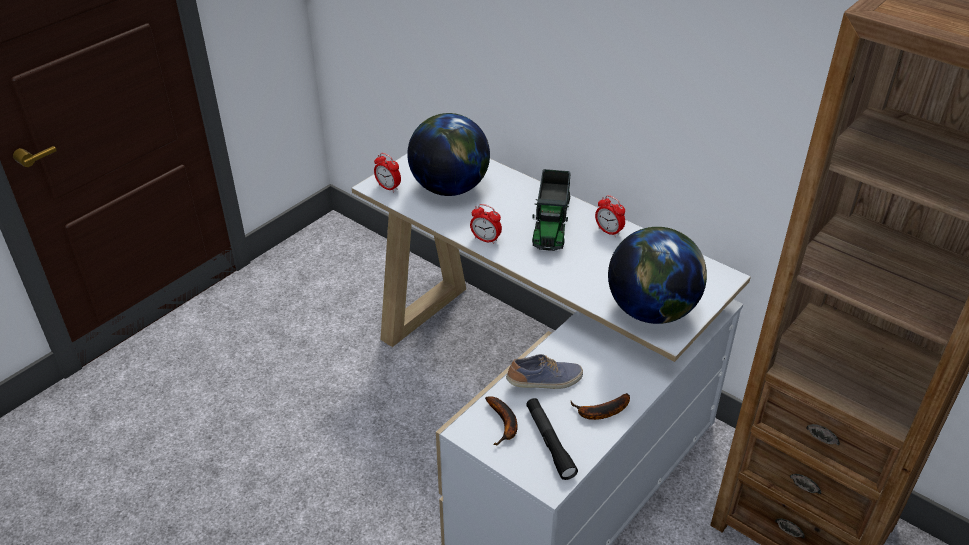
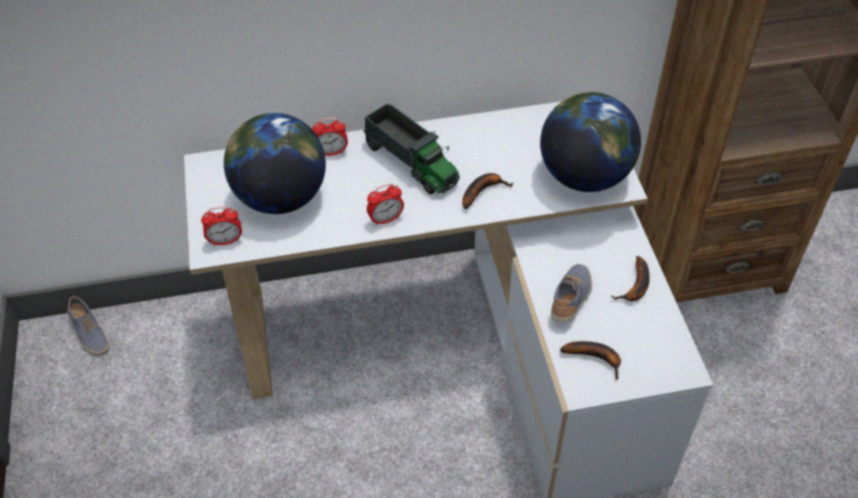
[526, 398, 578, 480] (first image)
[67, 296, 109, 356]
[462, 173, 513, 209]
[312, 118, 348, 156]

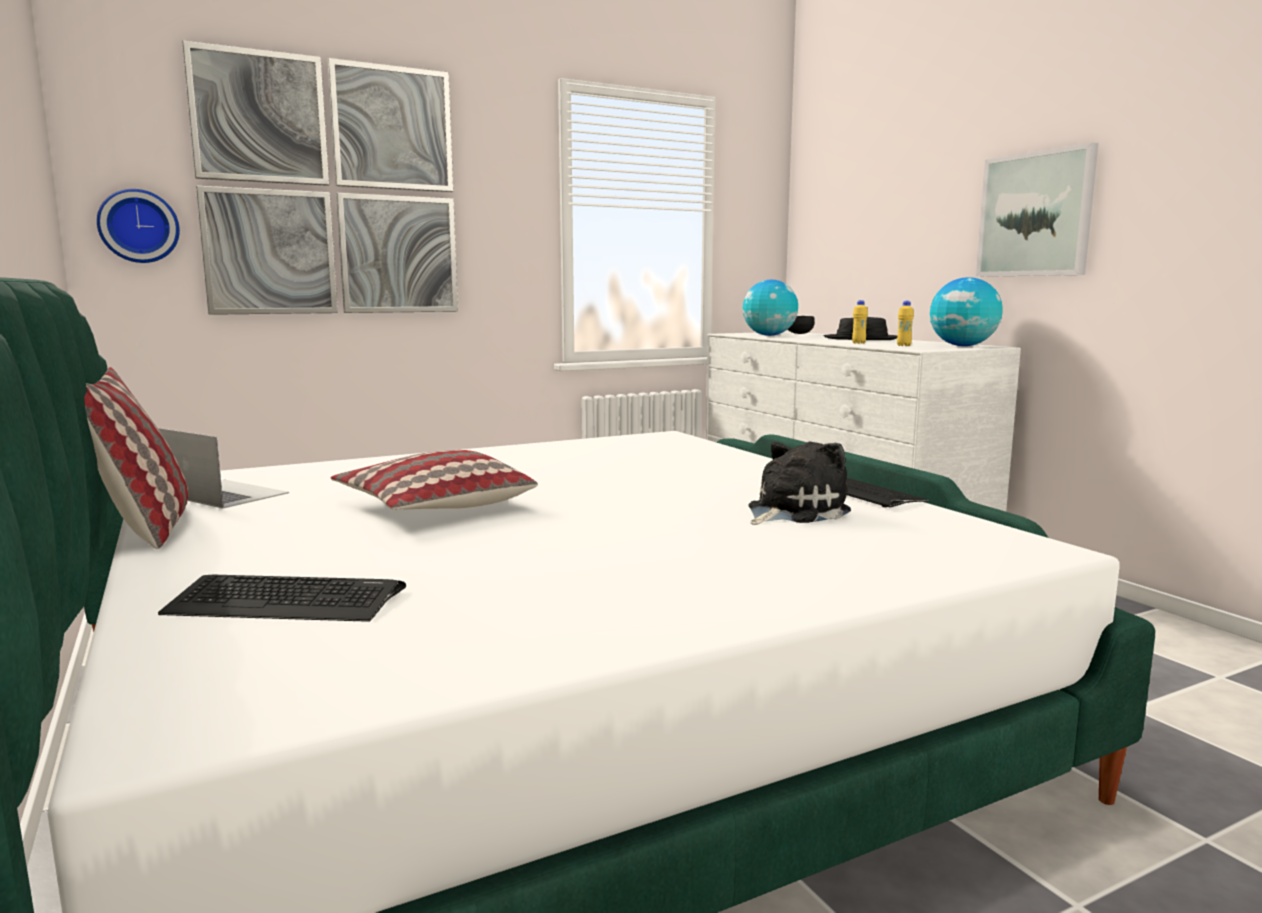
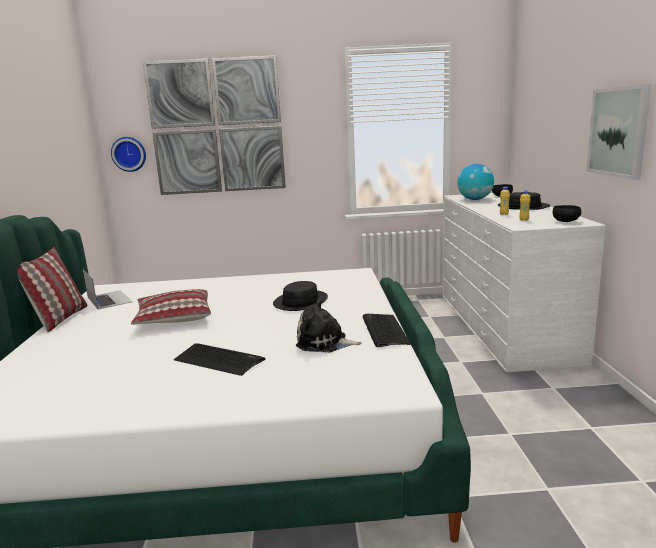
[273, 281, 328, 311]
[174, 343, 265, 376]
[552, 205, 581, 222]
[296, 298, 362, 353]

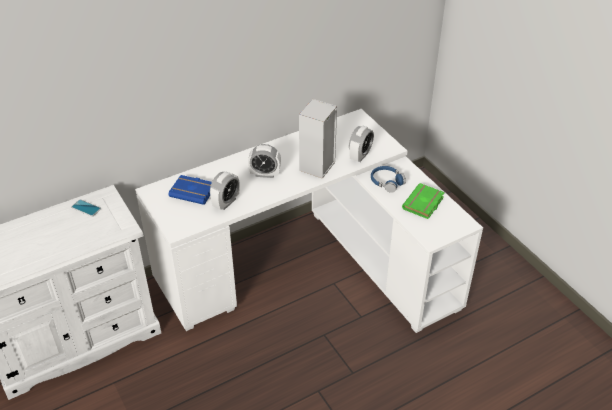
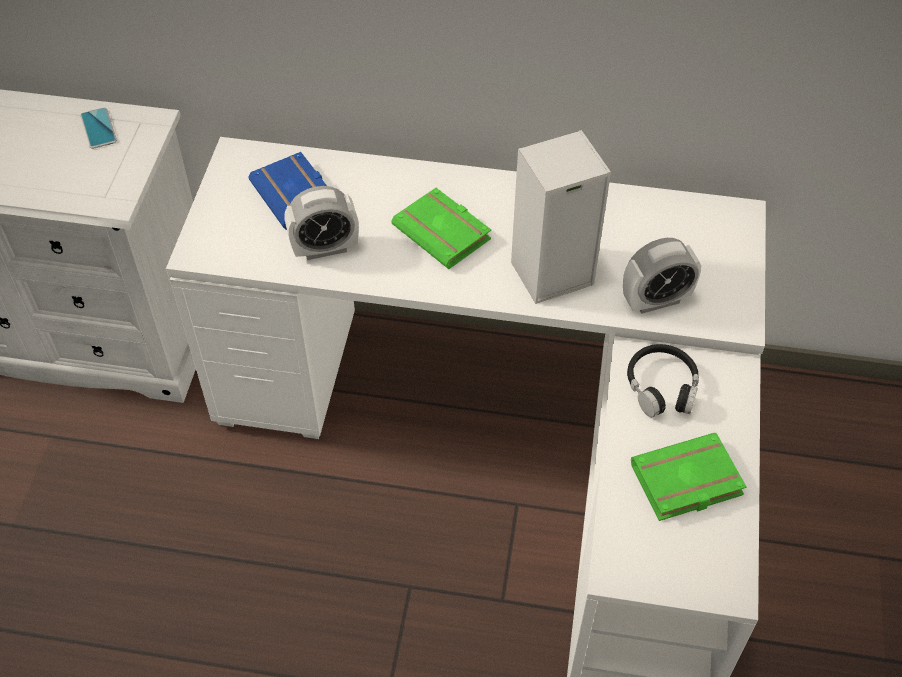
[391, 188, 491, 269]
[627, 344, 699, 418]

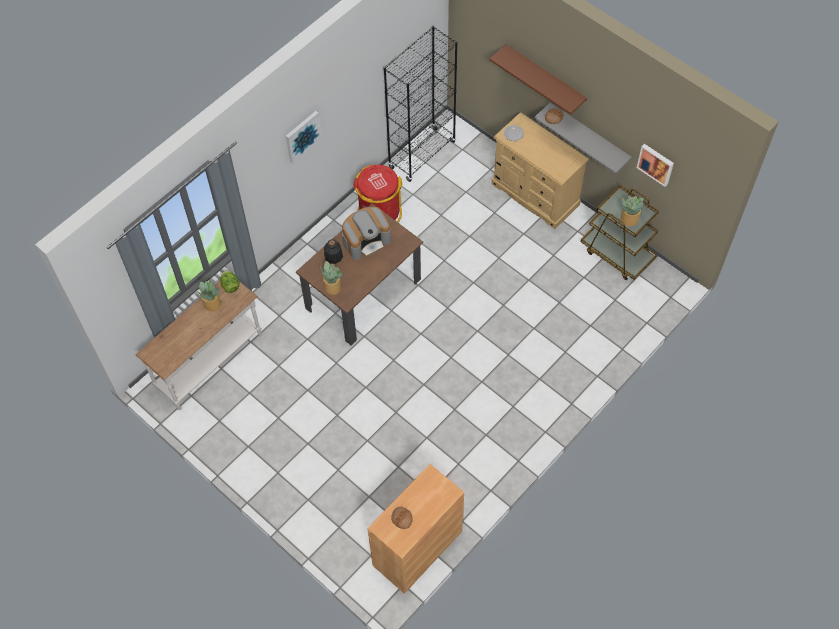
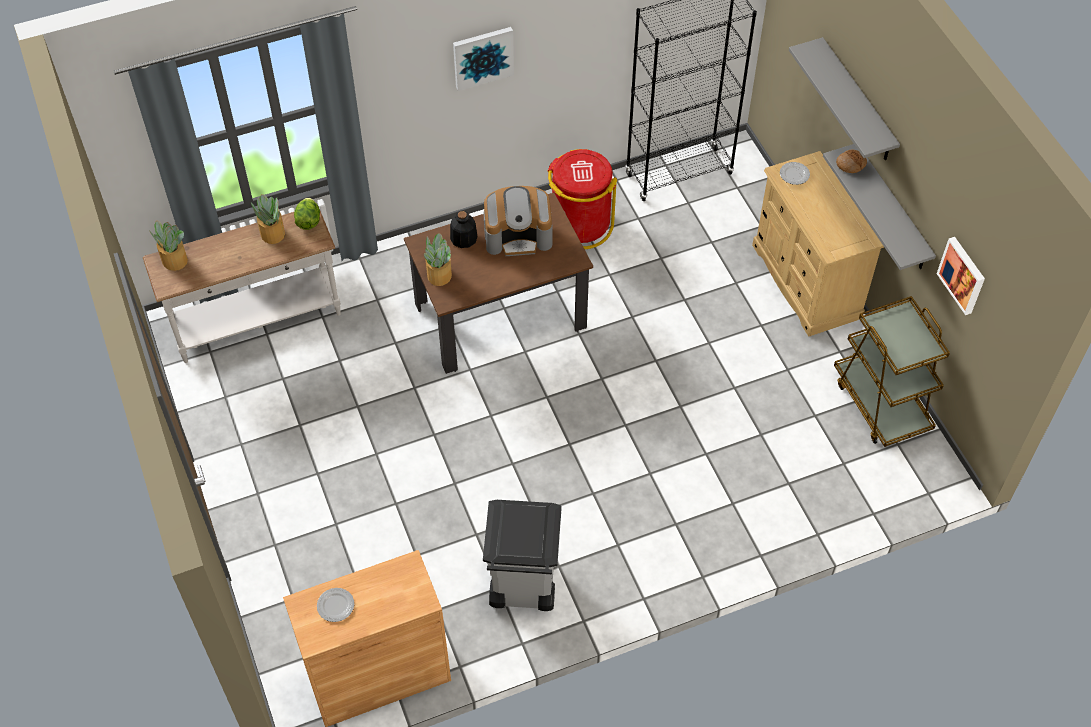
[483, 500, 562, 611]
[149, 221, 188, 271]
[317, 588, 354, 622]
[789, 37, 900, 160]

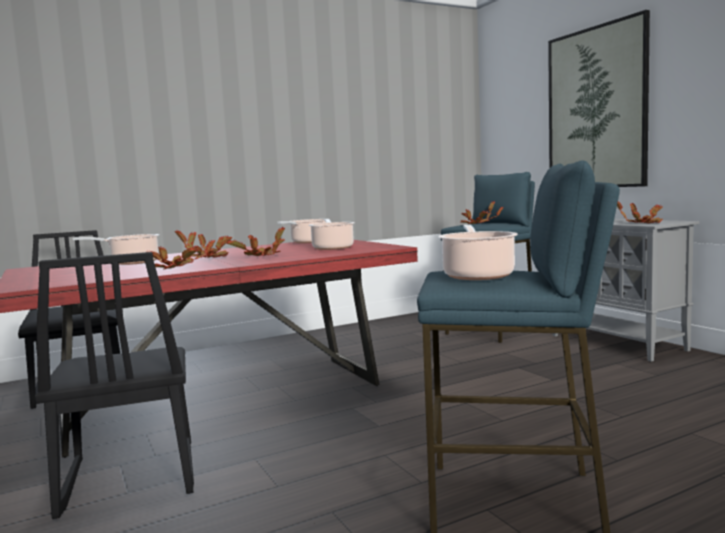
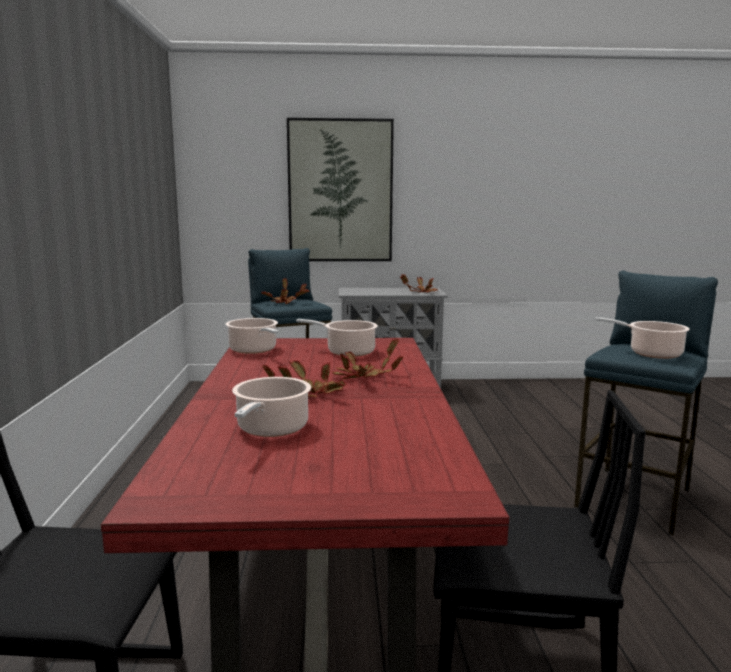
[147, 233, 215, 270] (first image)

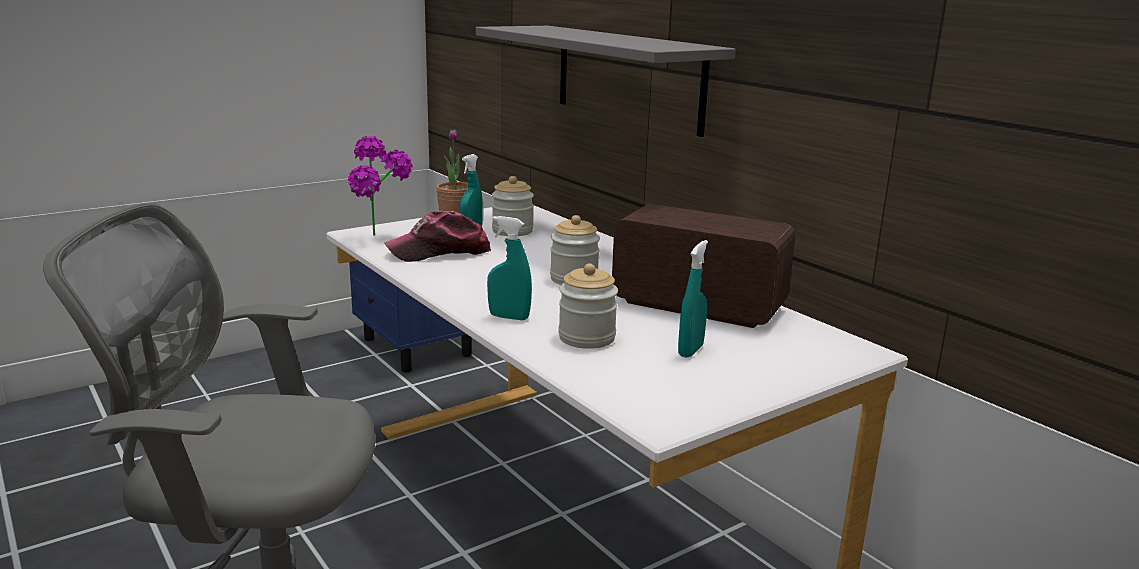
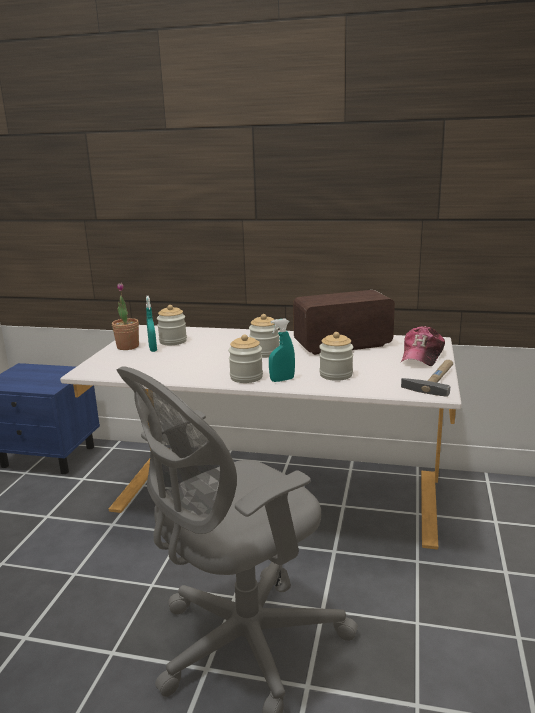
[348, 136, 413, 236] (first image)
[476, 26, 736, 137] (first image)
[678, 240, 708, 358] (first image)
[228, 334, 263, 383]
[401, 360, 453, 397]
[401, 326, 445, 366]

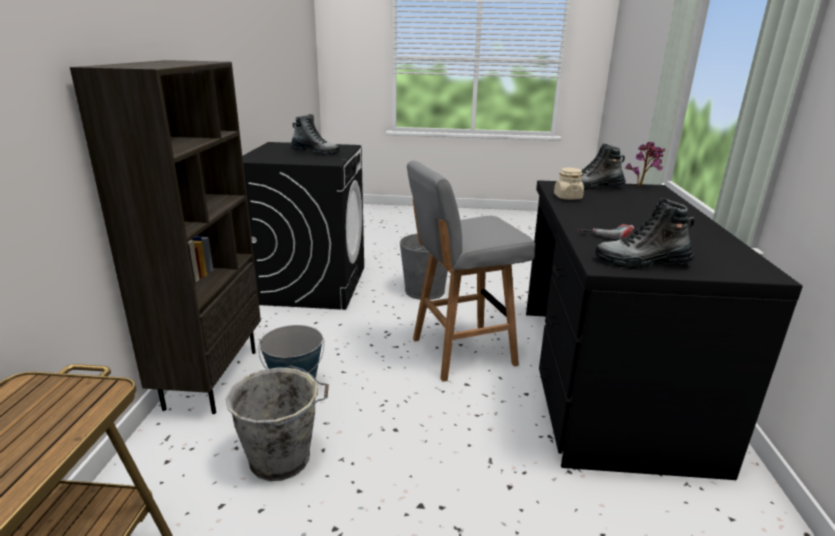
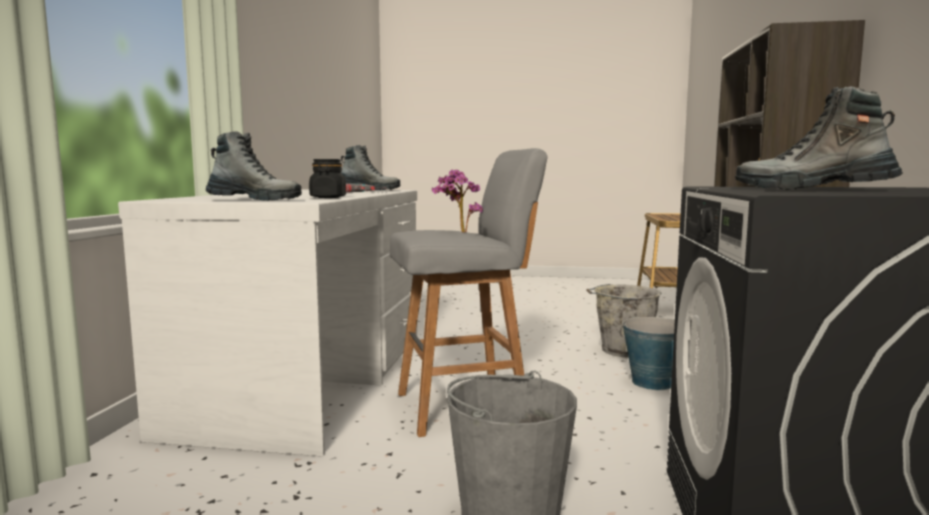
[432, 170, 483, 233]
[118, 189, 417, 457]
[309, 159, 346, 198]

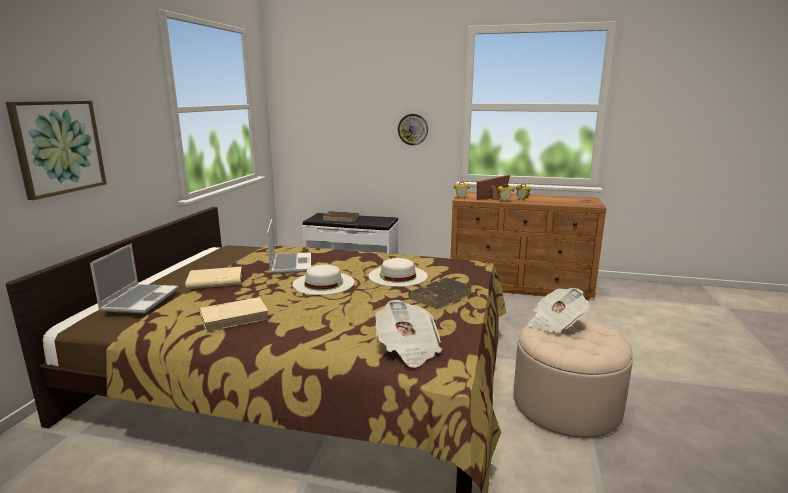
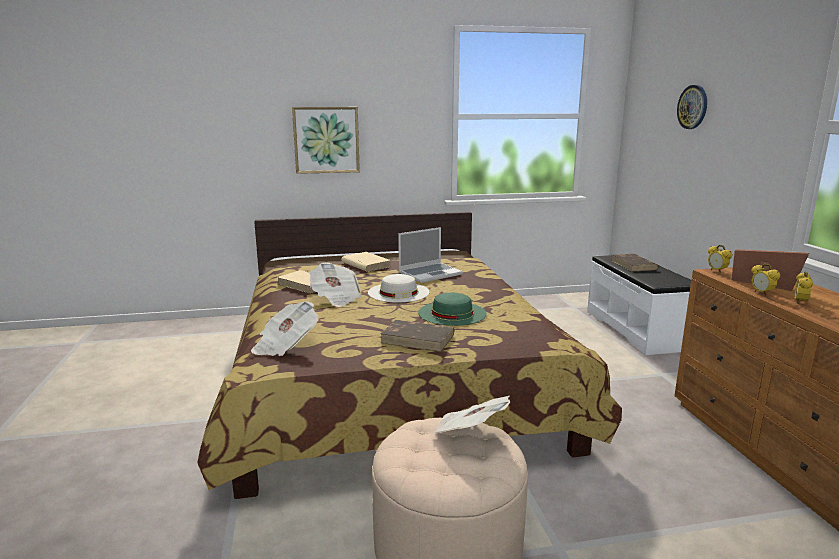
[90, 243, 179, 313] (first image)
[310, 263, 361, 307]
[677, 85, 707, 129]
[418, 293, 487, 326]

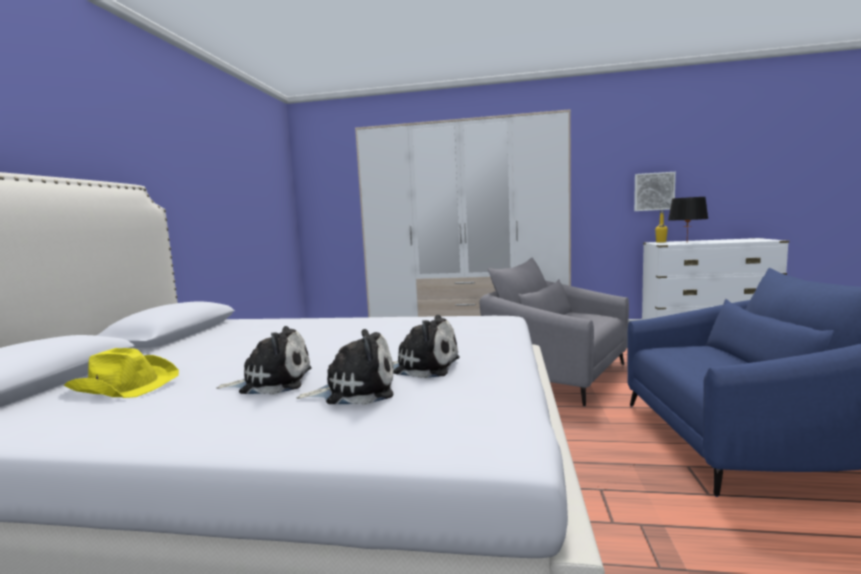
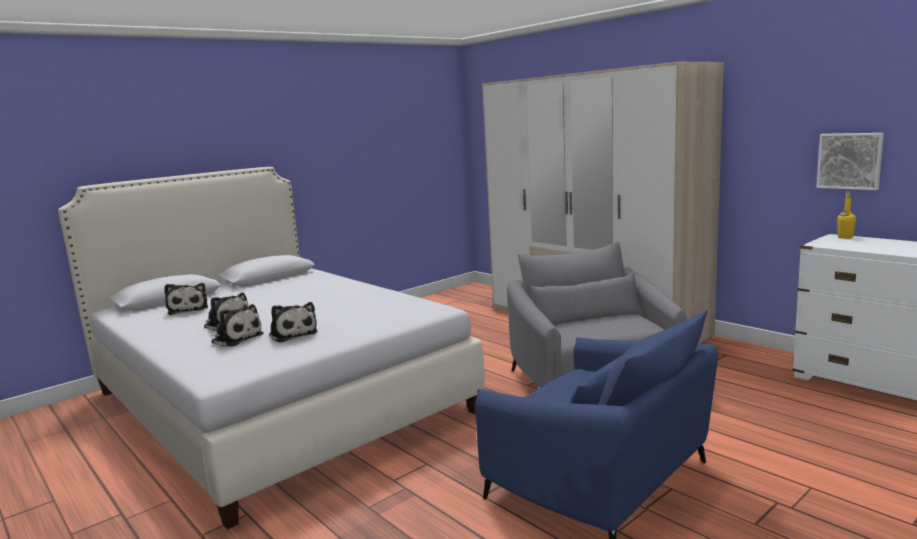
[668, 197, 708, 238] (first image)
[164, 283, 208, 315]

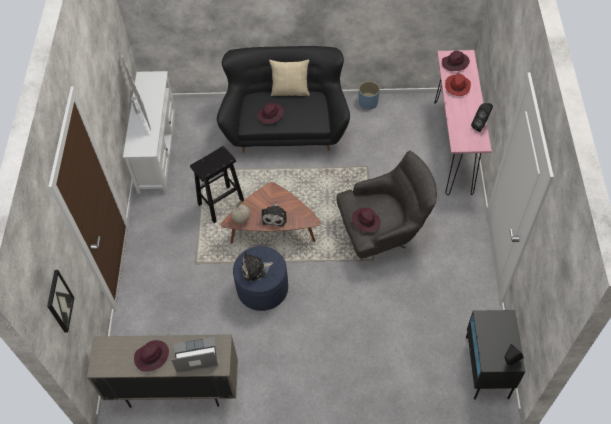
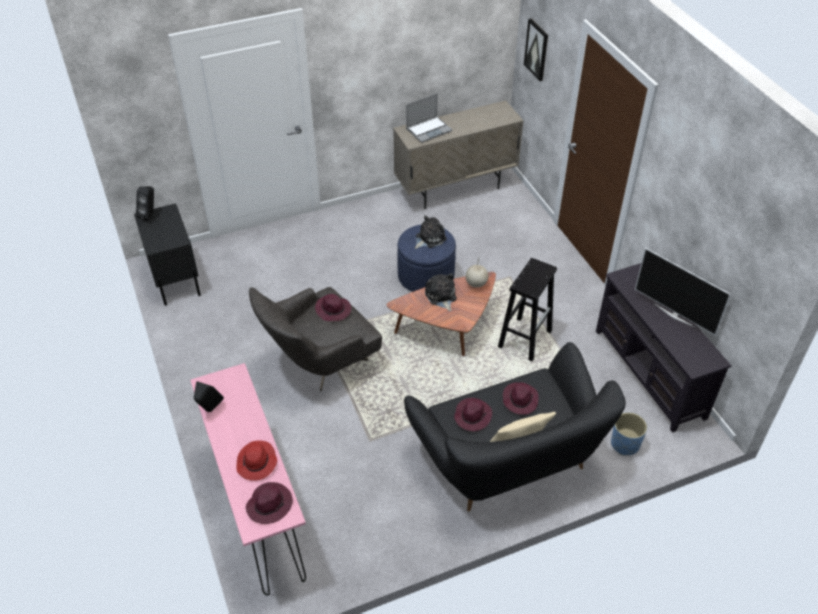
[454, 398, 492, 431]
[611, 412, 647, 455]
[596, 263, 732, 433]

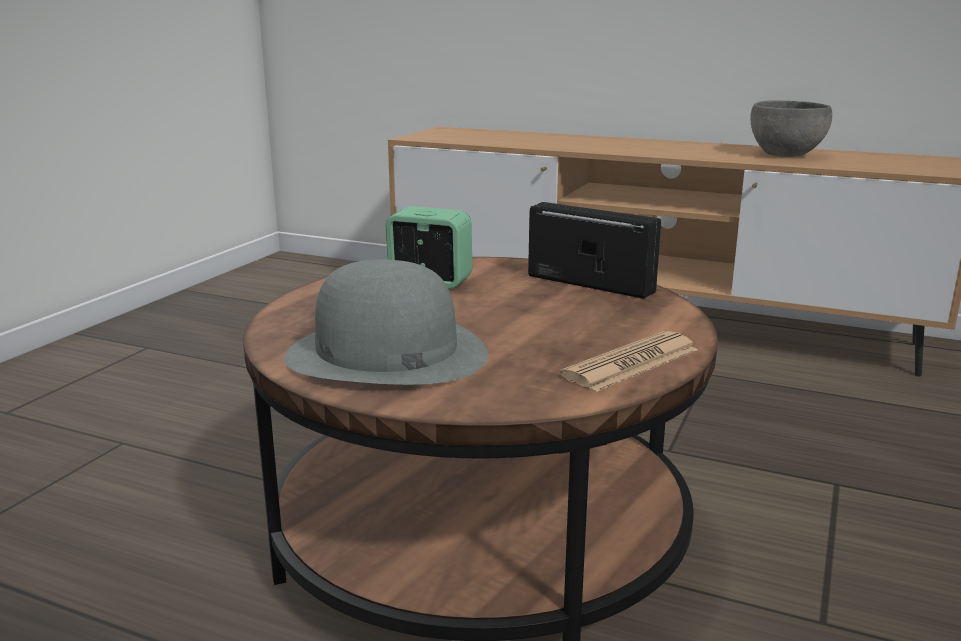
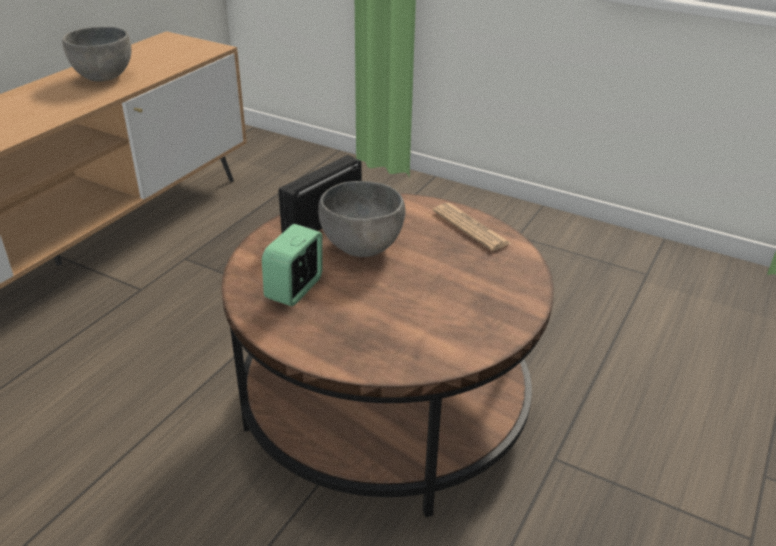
[284, 260, 488, 385] (first image)
[318, 181, 406, 257]

